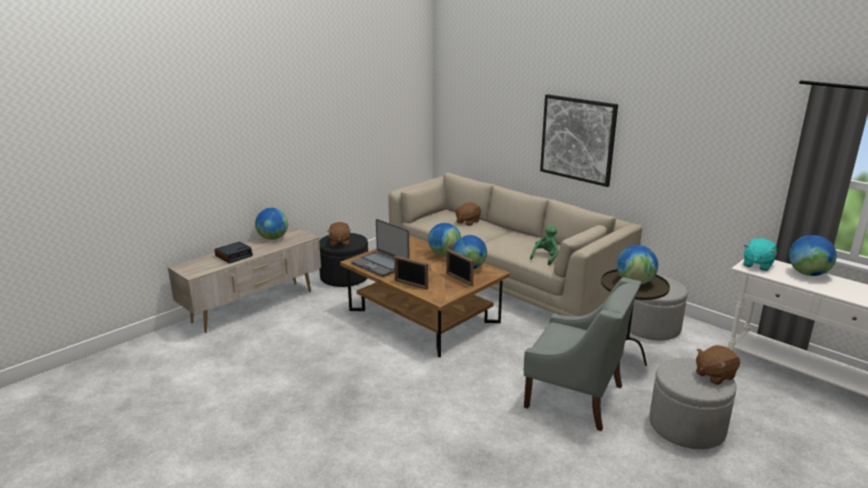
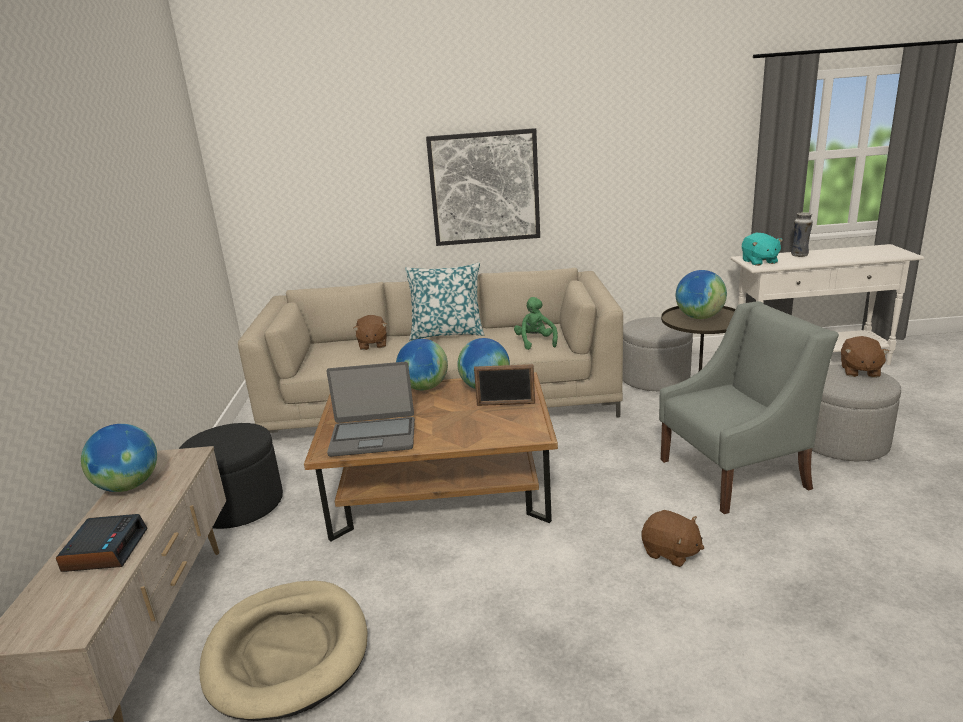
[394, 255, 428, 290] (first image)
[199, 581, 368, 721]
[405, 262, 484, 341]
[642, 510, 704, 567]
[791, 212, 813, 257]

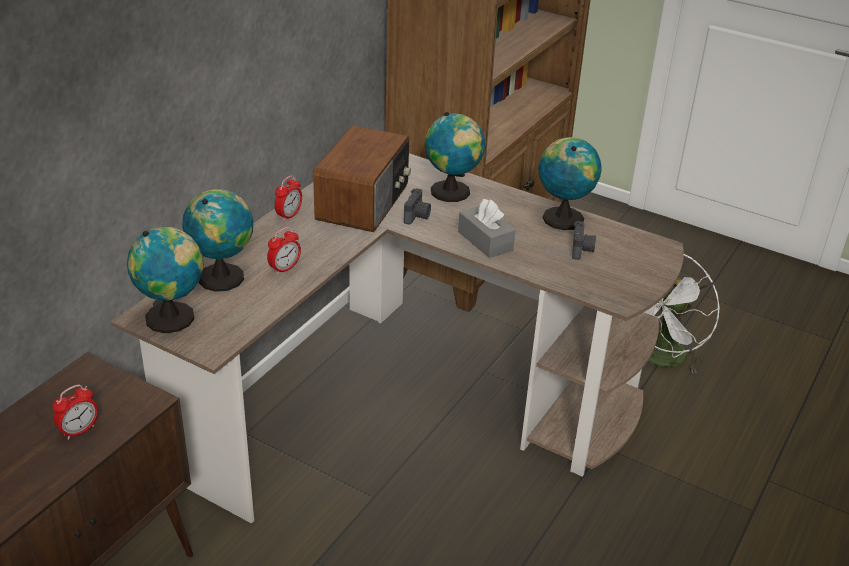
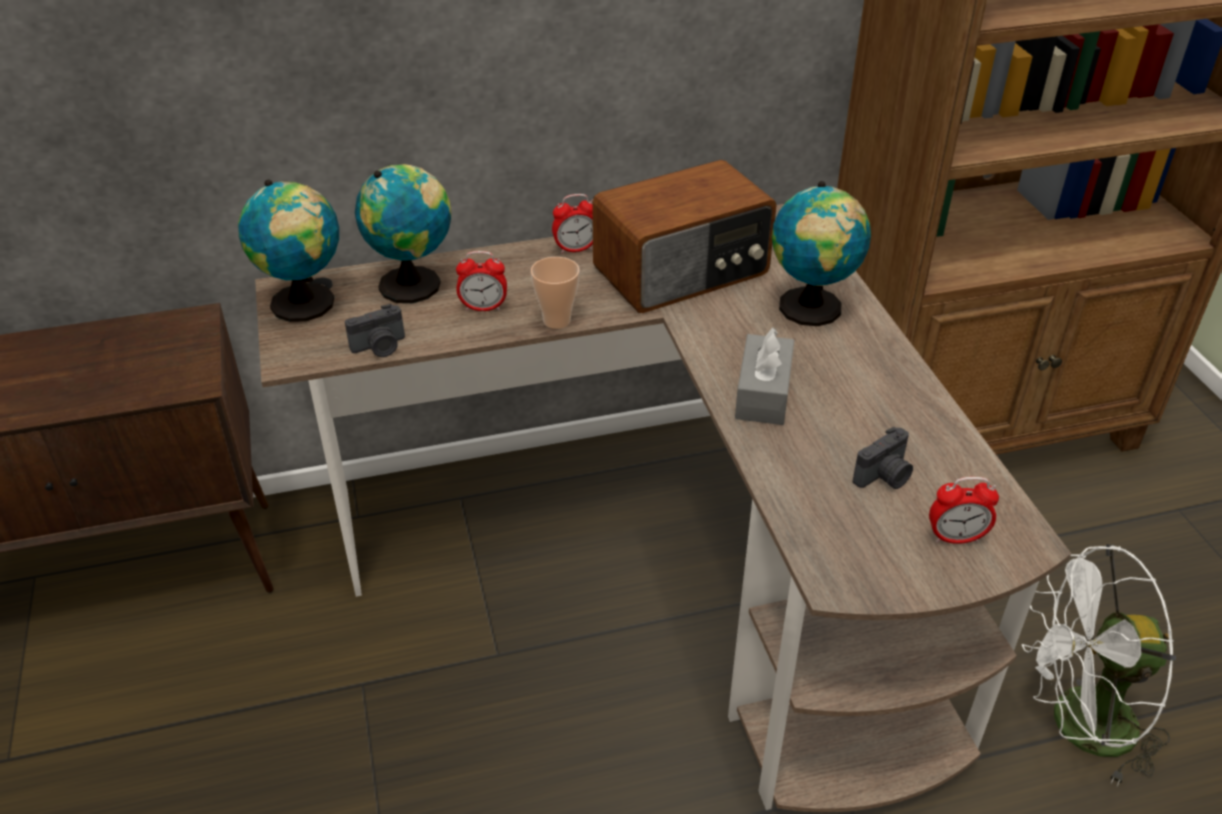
[538, 137, 601, 230] (first image)
[531, 257, 580, 329]
[929, 477, 999, 544]
[345, 304, 405, 357]

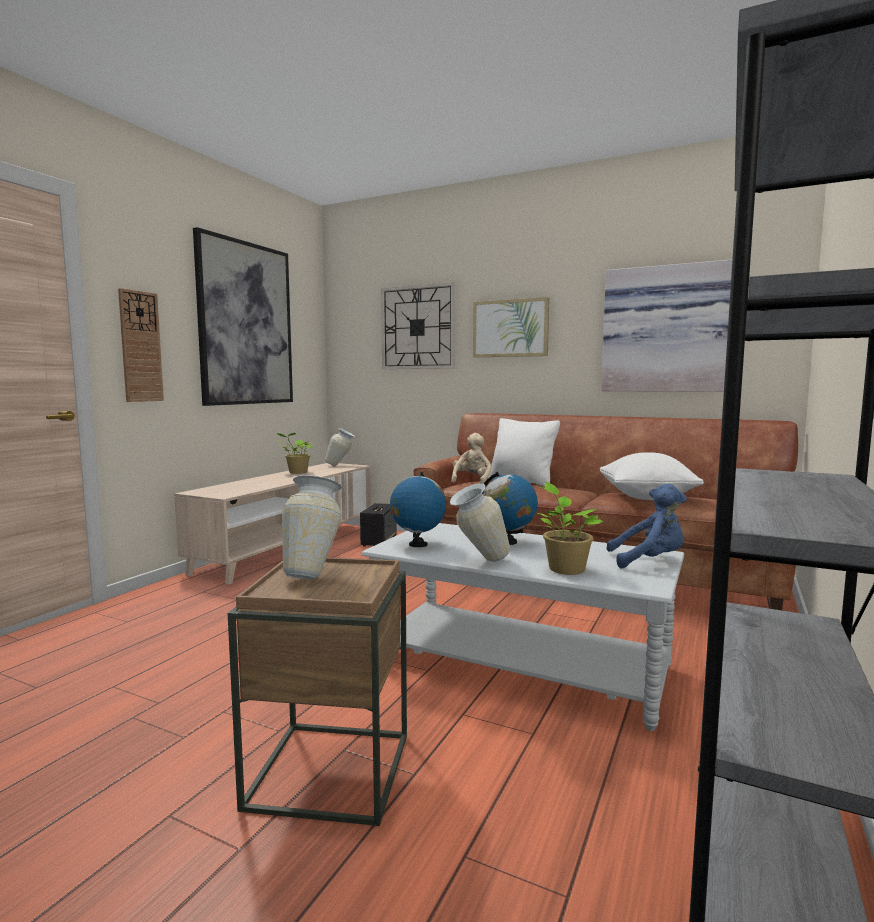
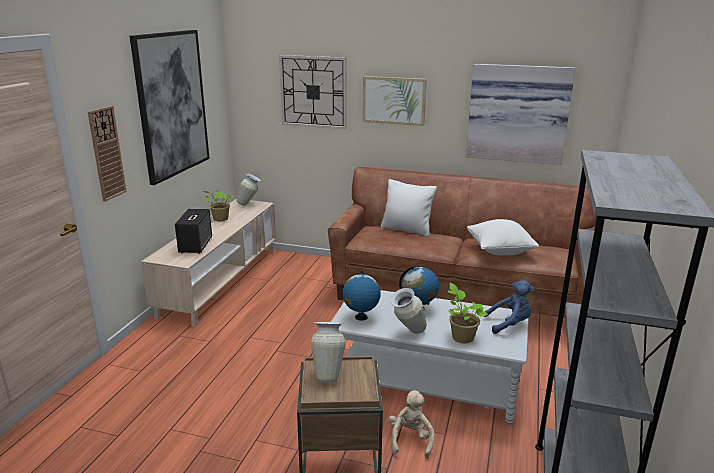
[175, 209, 212, 254]
[388, 390, 435, 459]

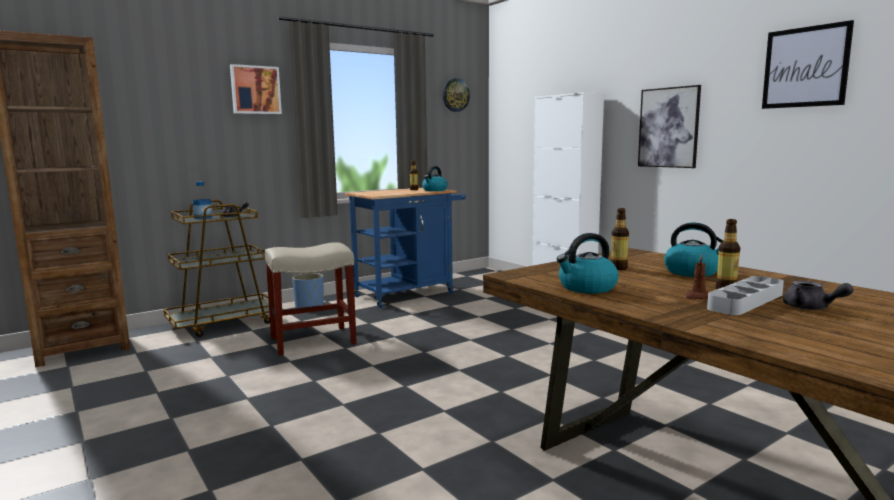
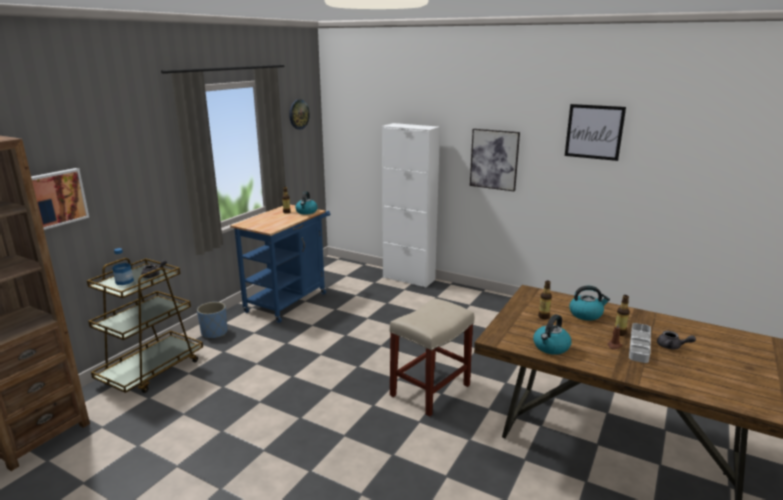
[31, 168, 89, 230]
[390, 298, 474, 417]

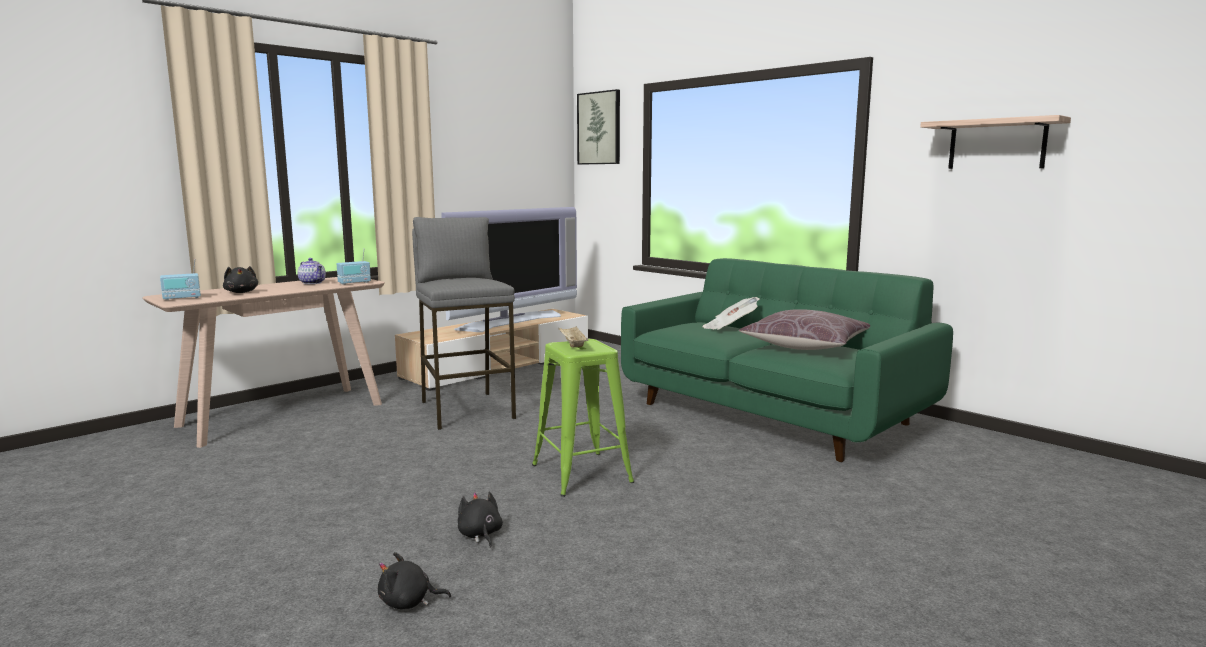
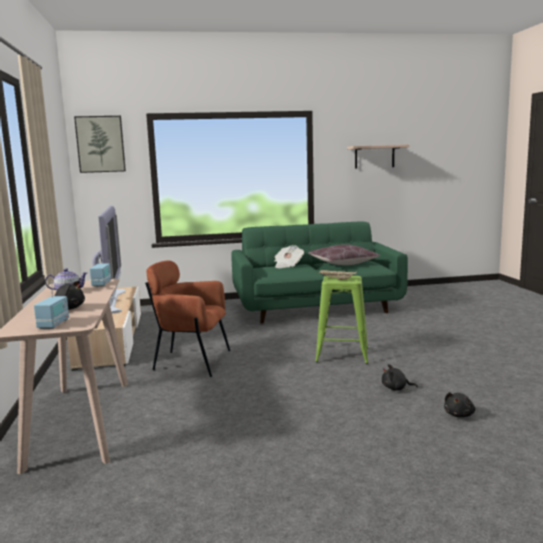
[145, 260, 230, 377]

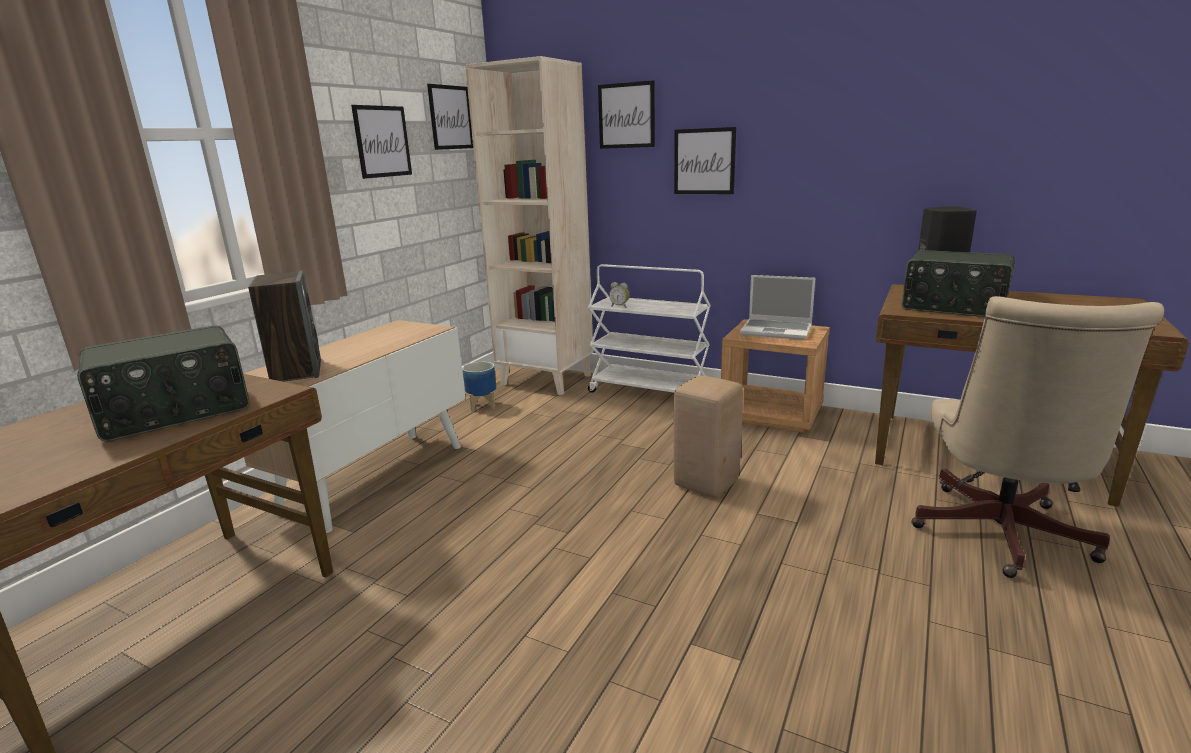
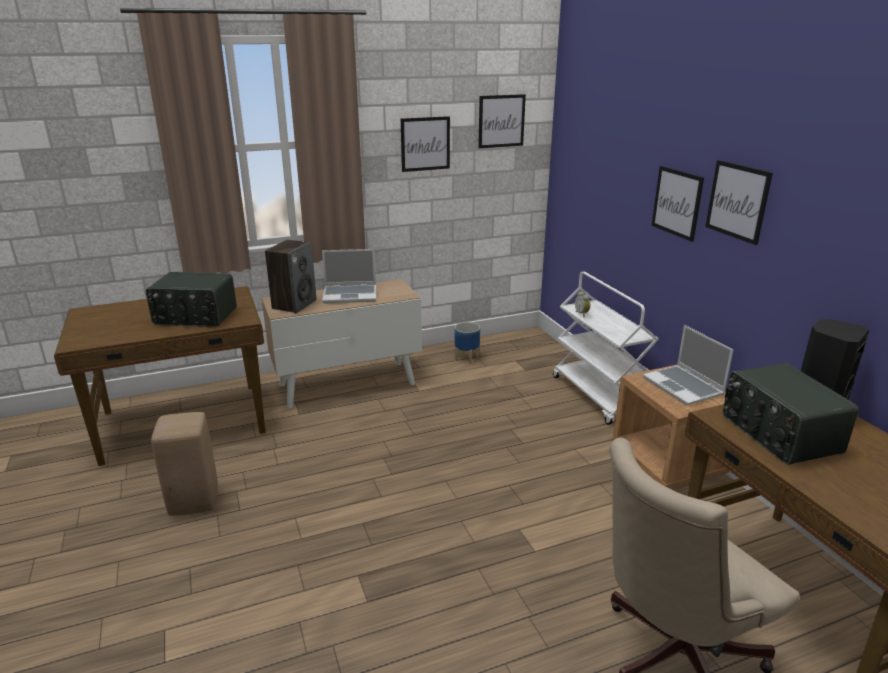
[465, 56, 594, 395] (first image)
[322, 249, 376, 303]
[705, 160, 773, 245]
[151, 412, 218, 516]

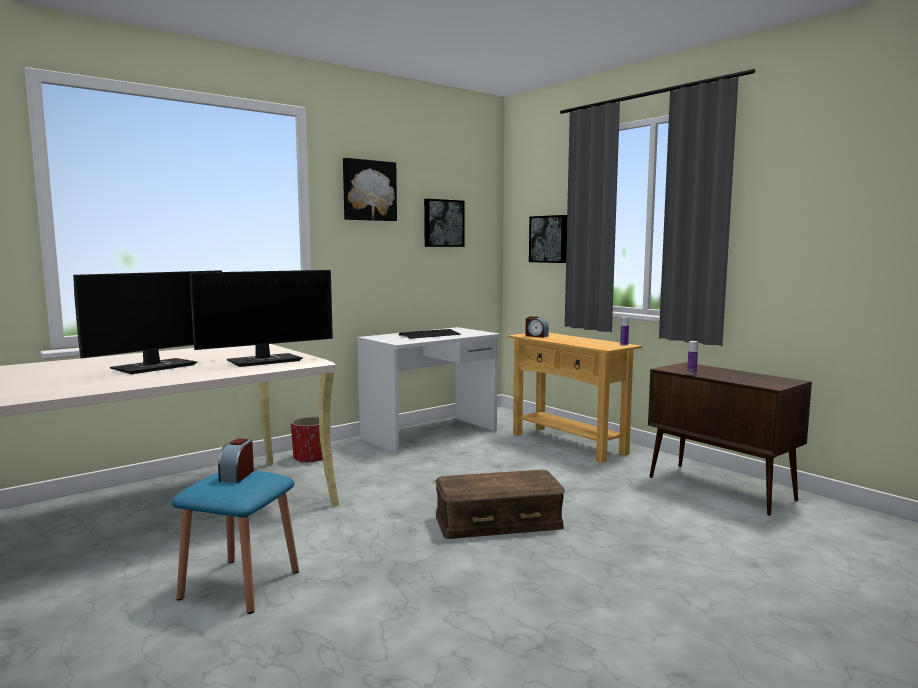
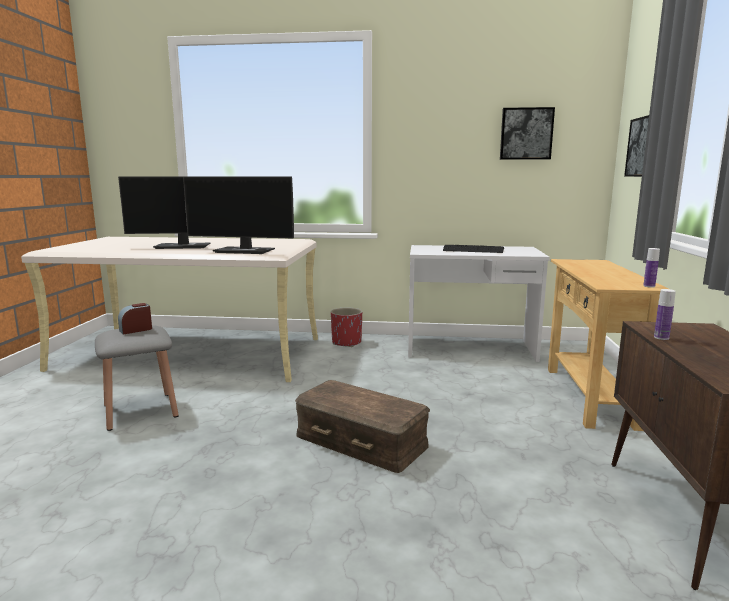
[343, 158, 397, 221] (first image)
[525, 316, 549, 338] (first image)
[95, 325, 179, 431]

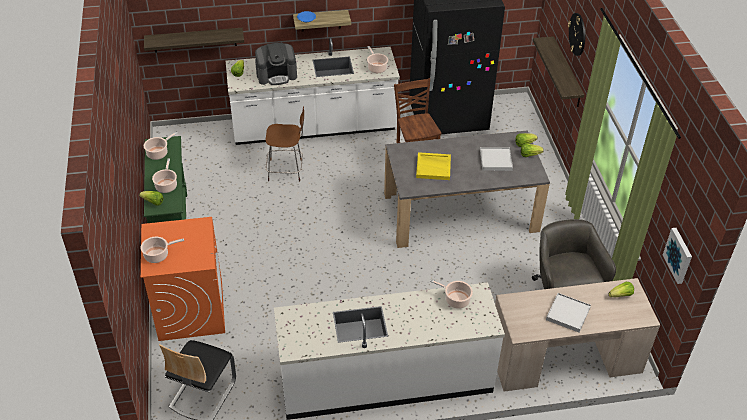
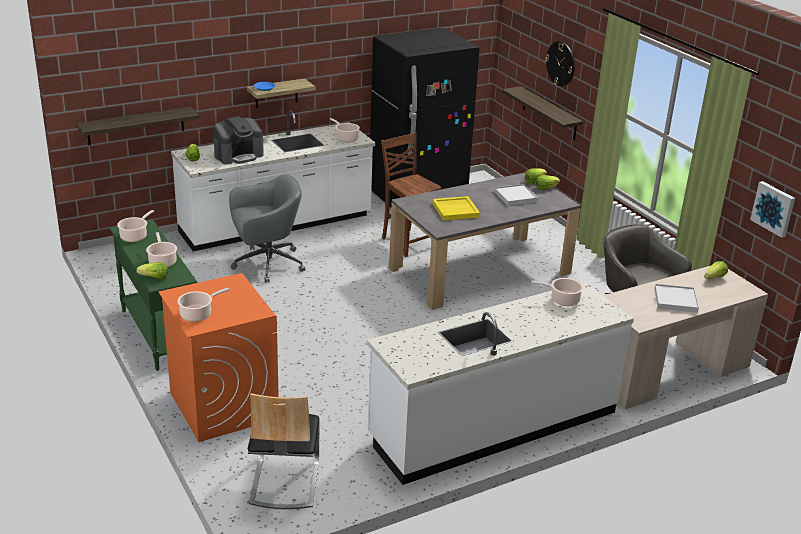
[229, 174, 305, 283]

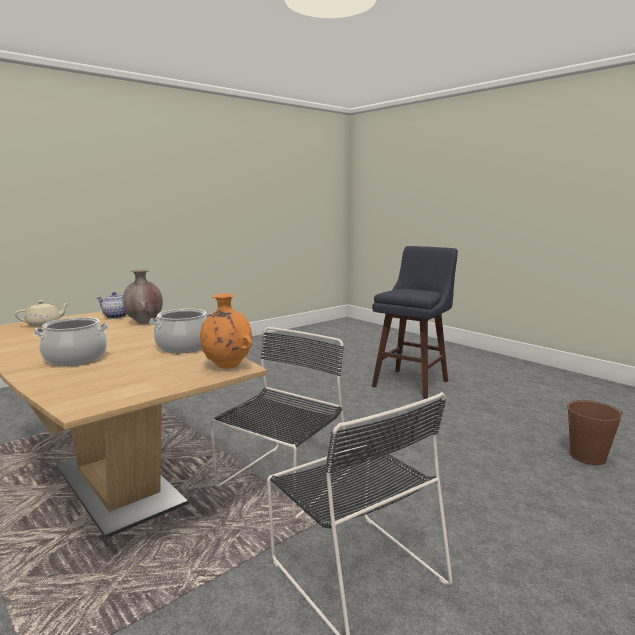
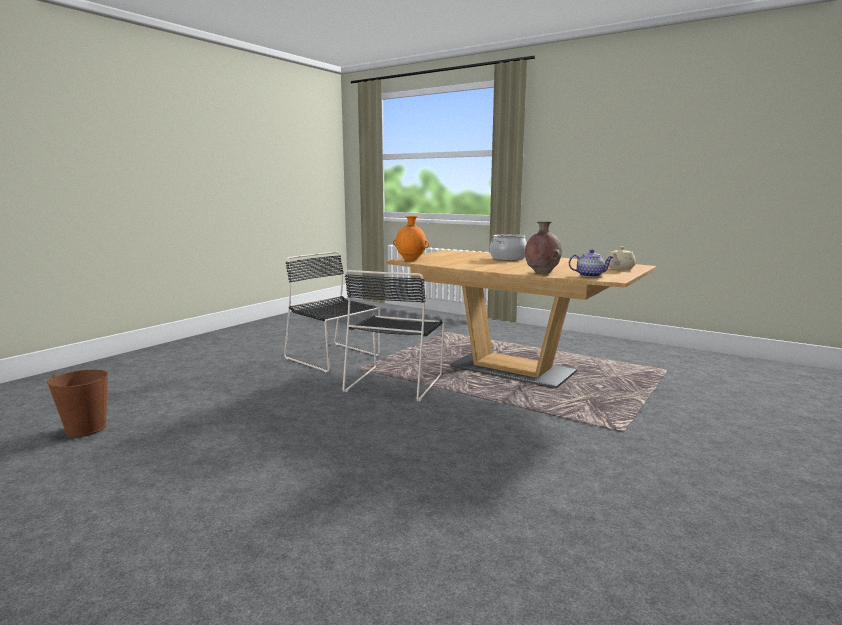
[149, 309, 211, 353] (first image)
[372, 246, 458, 399] (first image)

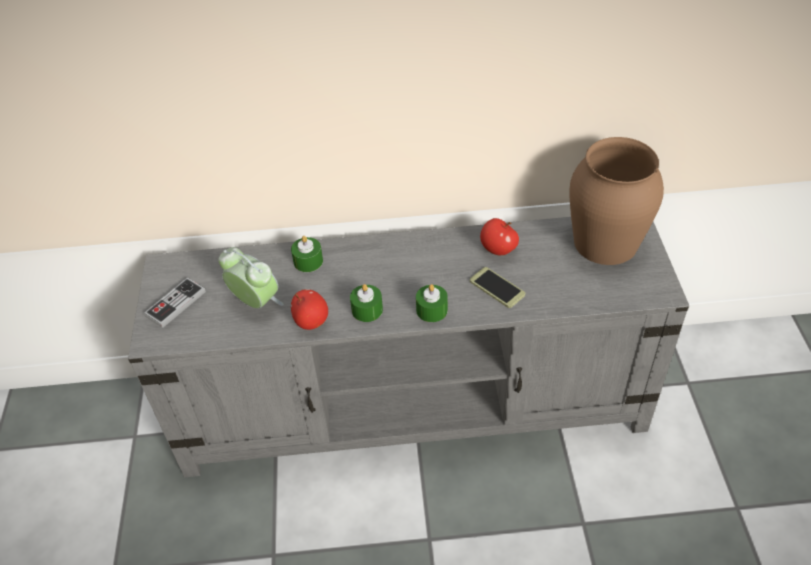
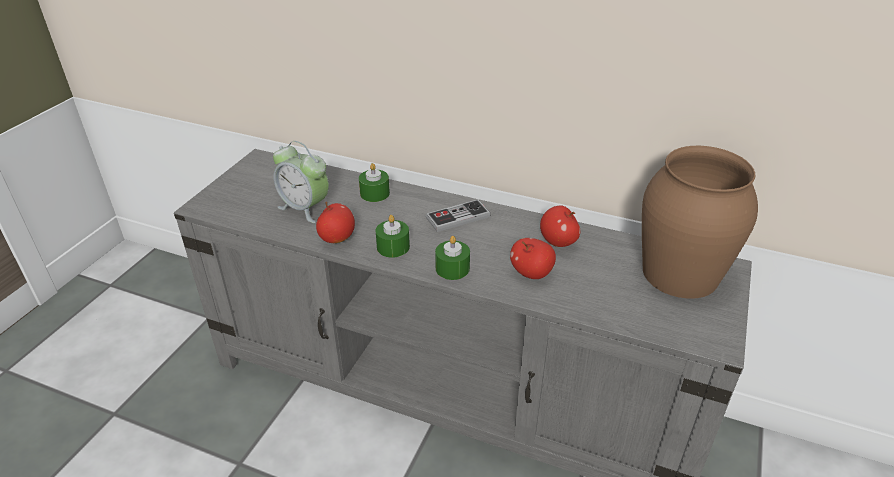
[426, 199, 491, 232]
[510, 238, 556, 279]
[273, 141, 329, 223]

